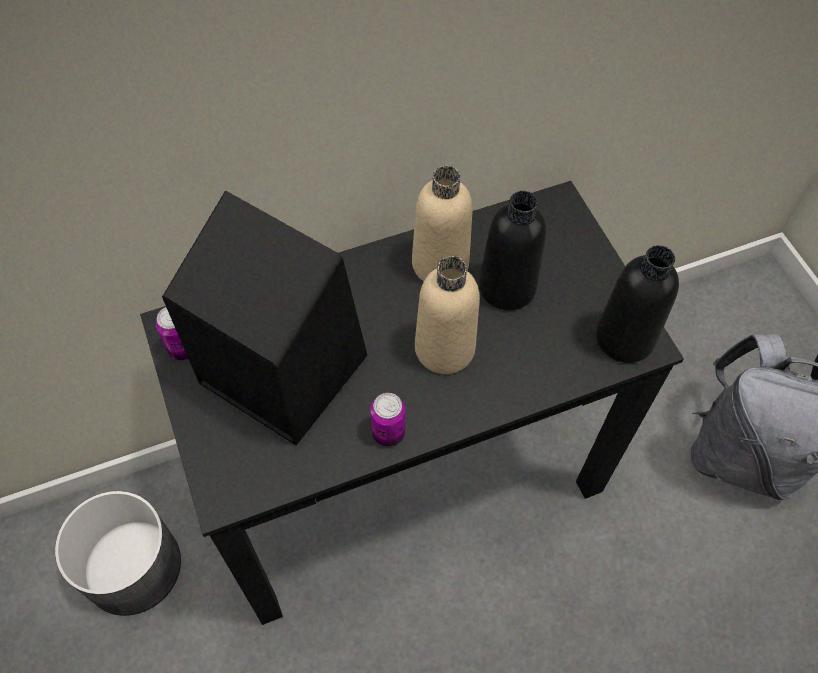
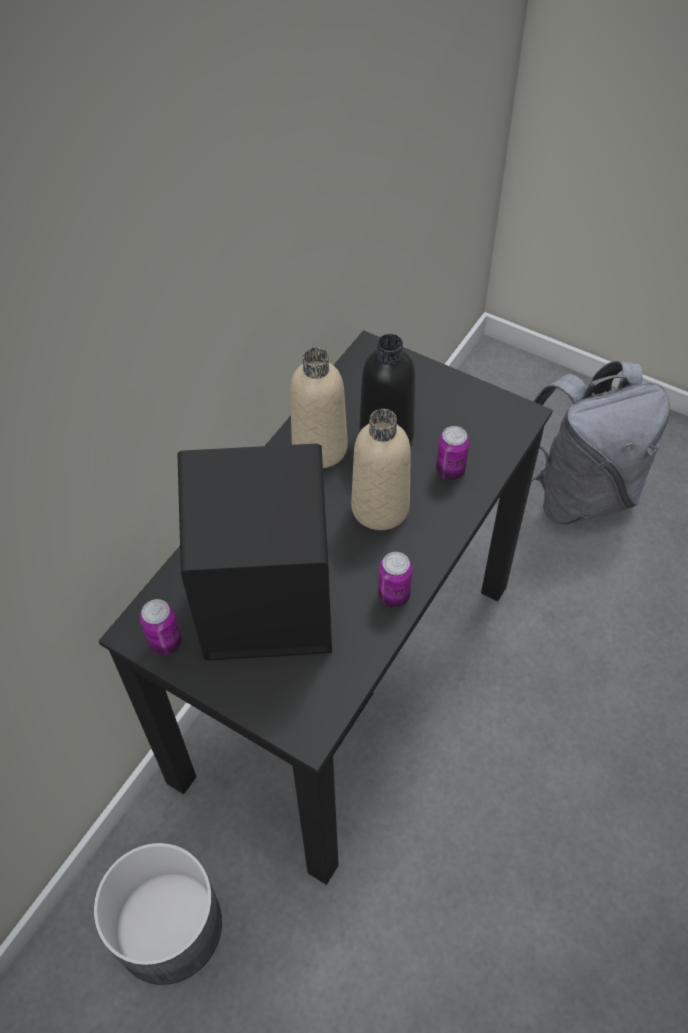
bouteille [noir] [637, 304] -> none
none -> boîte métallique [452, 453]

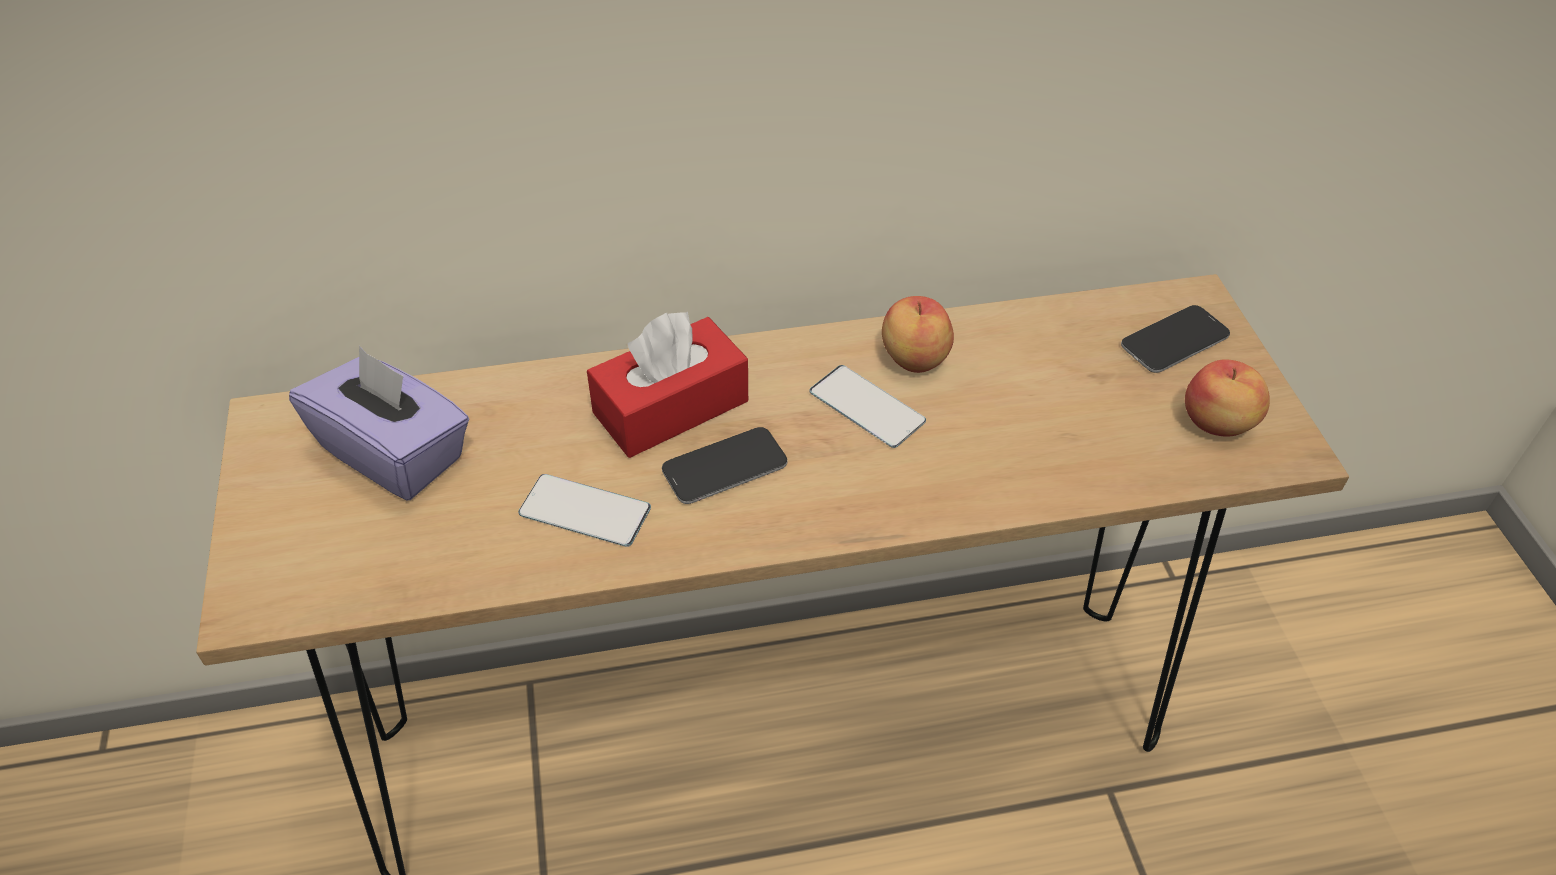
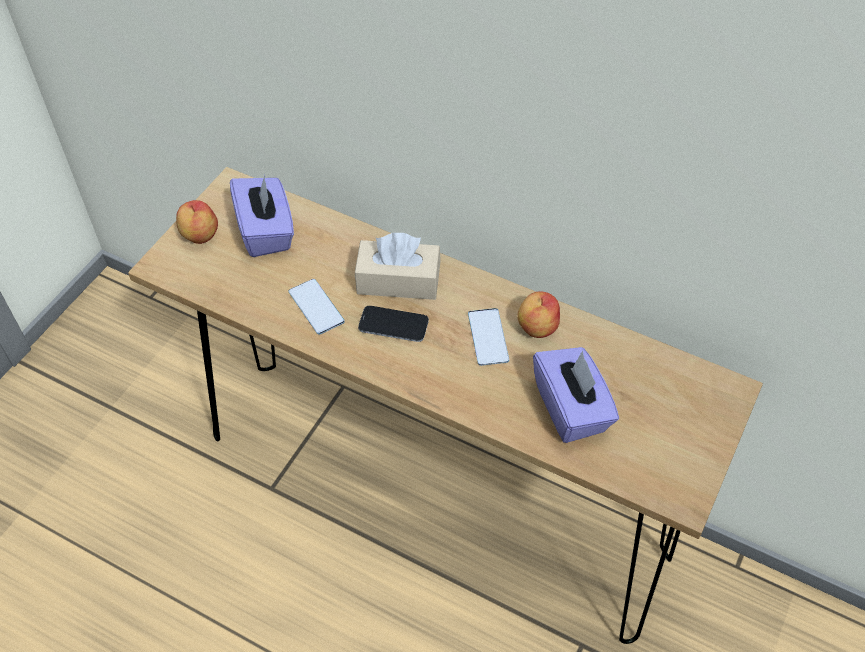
téléphone [1175, 339] -> none
boîte à mouchoirs [rouge] [667, 384] -> boîte à mouchoirs [beige] [398, 266]
pomme [1227, 398] -> pomme [197, 222], move
none -> boîte à mouchoirs [violet] [576, 395]

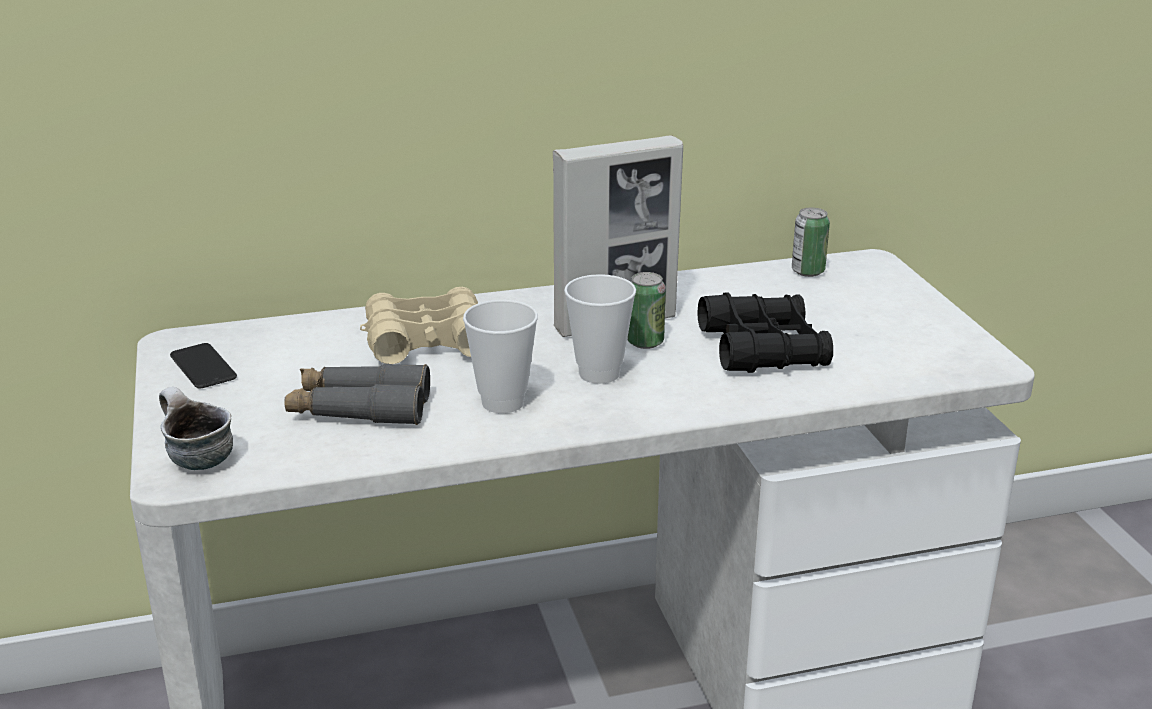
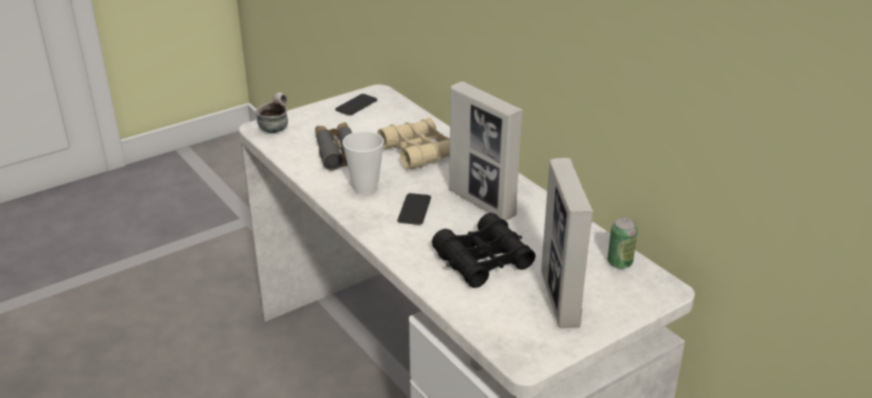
boîte métallique [646, 310] -> none
tasse [600, 329] -> téléphone [414, 209]
none -> cadre photo [567, 243]

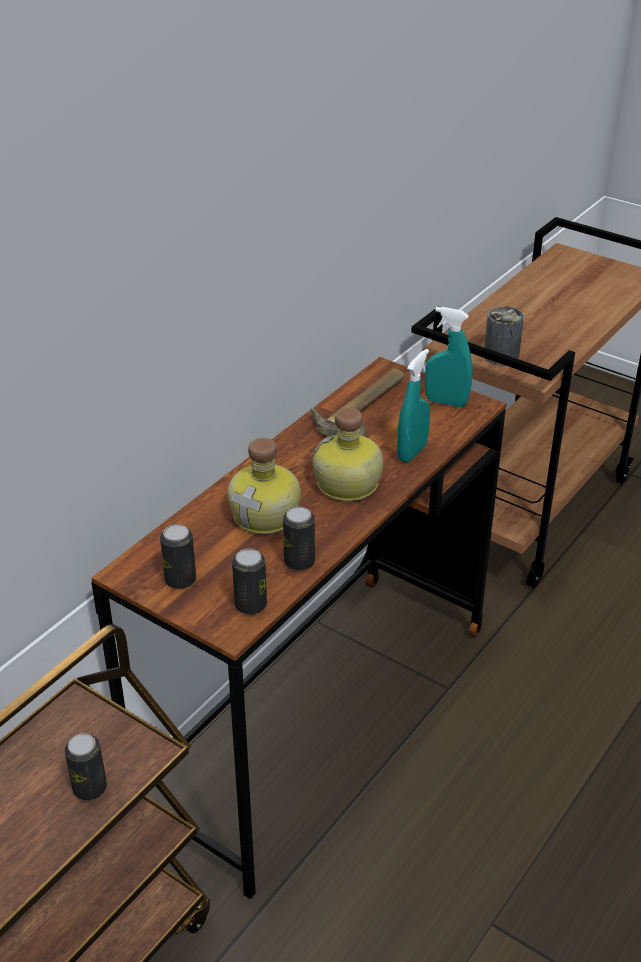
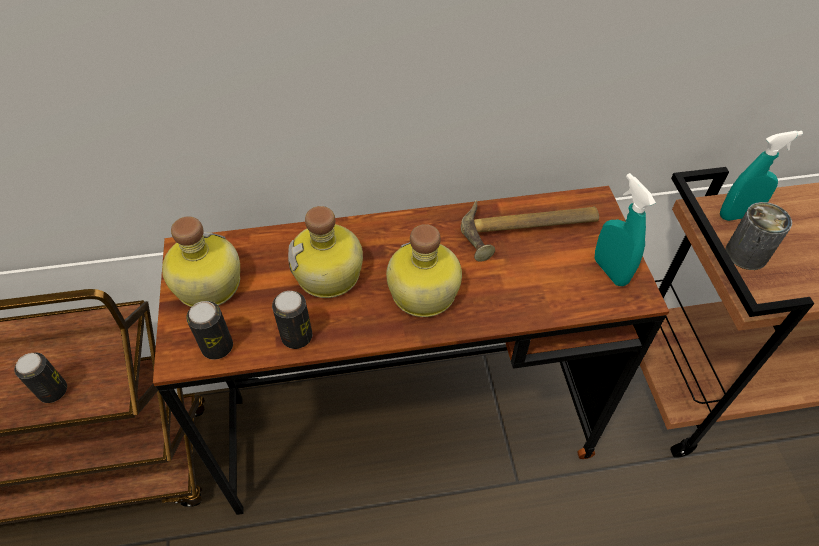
vaporisateur [turquoise] [413, 406] -> vaporisateur [turquoise] [761, 176], move
boîte métallique [178, 556] -> bouteille [201, 261]

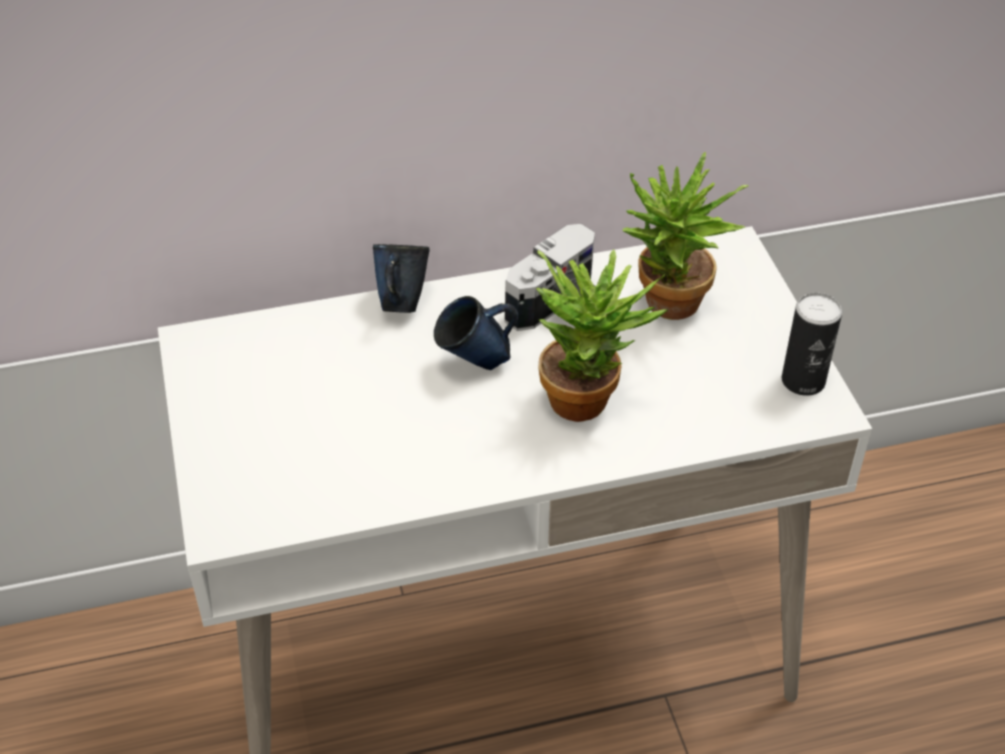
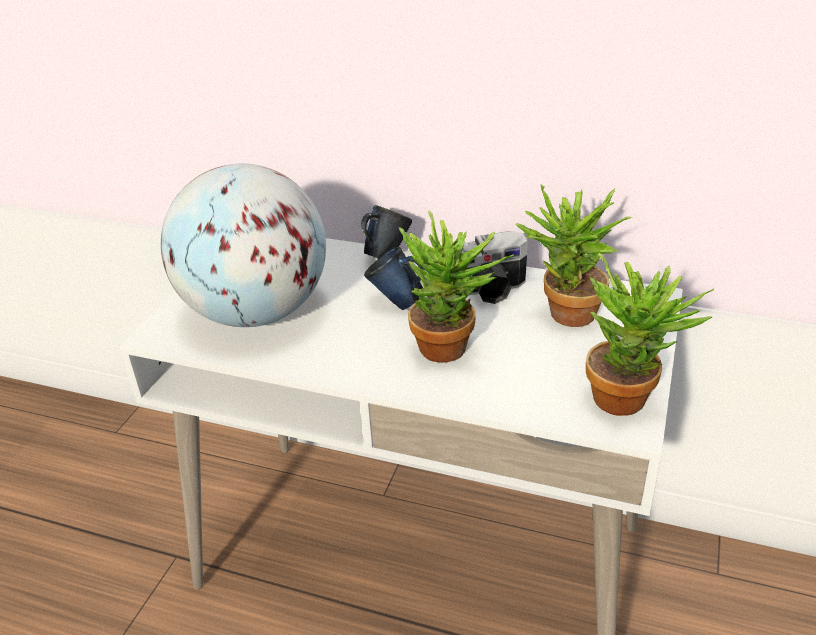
boîte métallique [812, 344] -> plante en pot [650, 334]
none -> globe [243, 245]

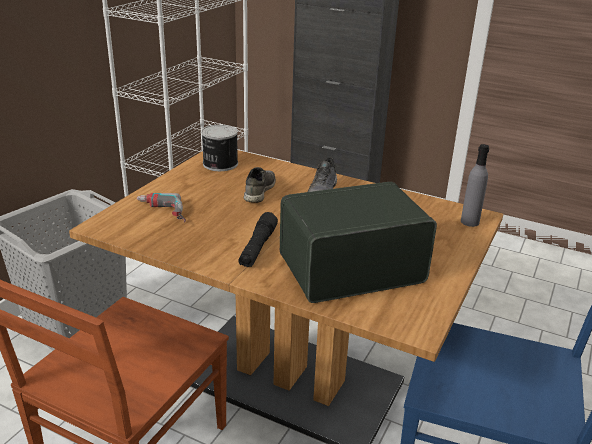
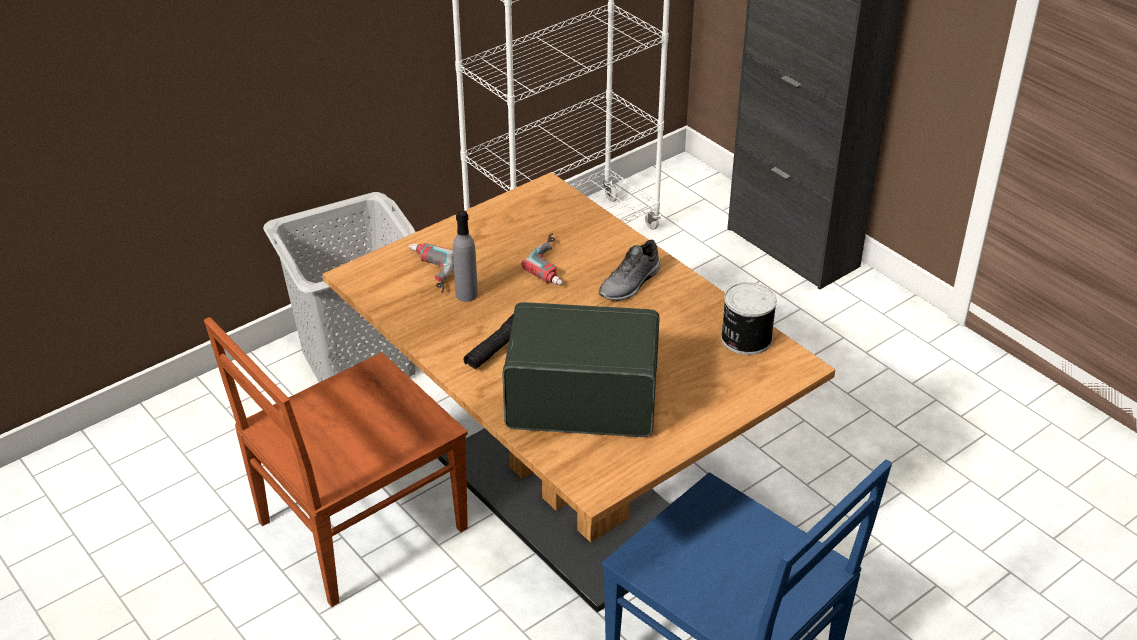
boîte métallique [219, 147] -> boîte métallique [749, 318], move
bouteille [gris] [475, 185] -> bouteille [gris] [465, 256], move
chaussure [gris] [260, 185] -> perceuse [542, 259]

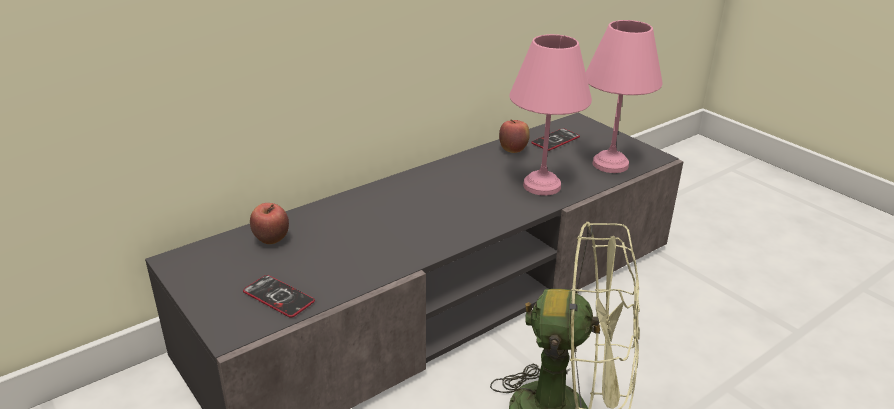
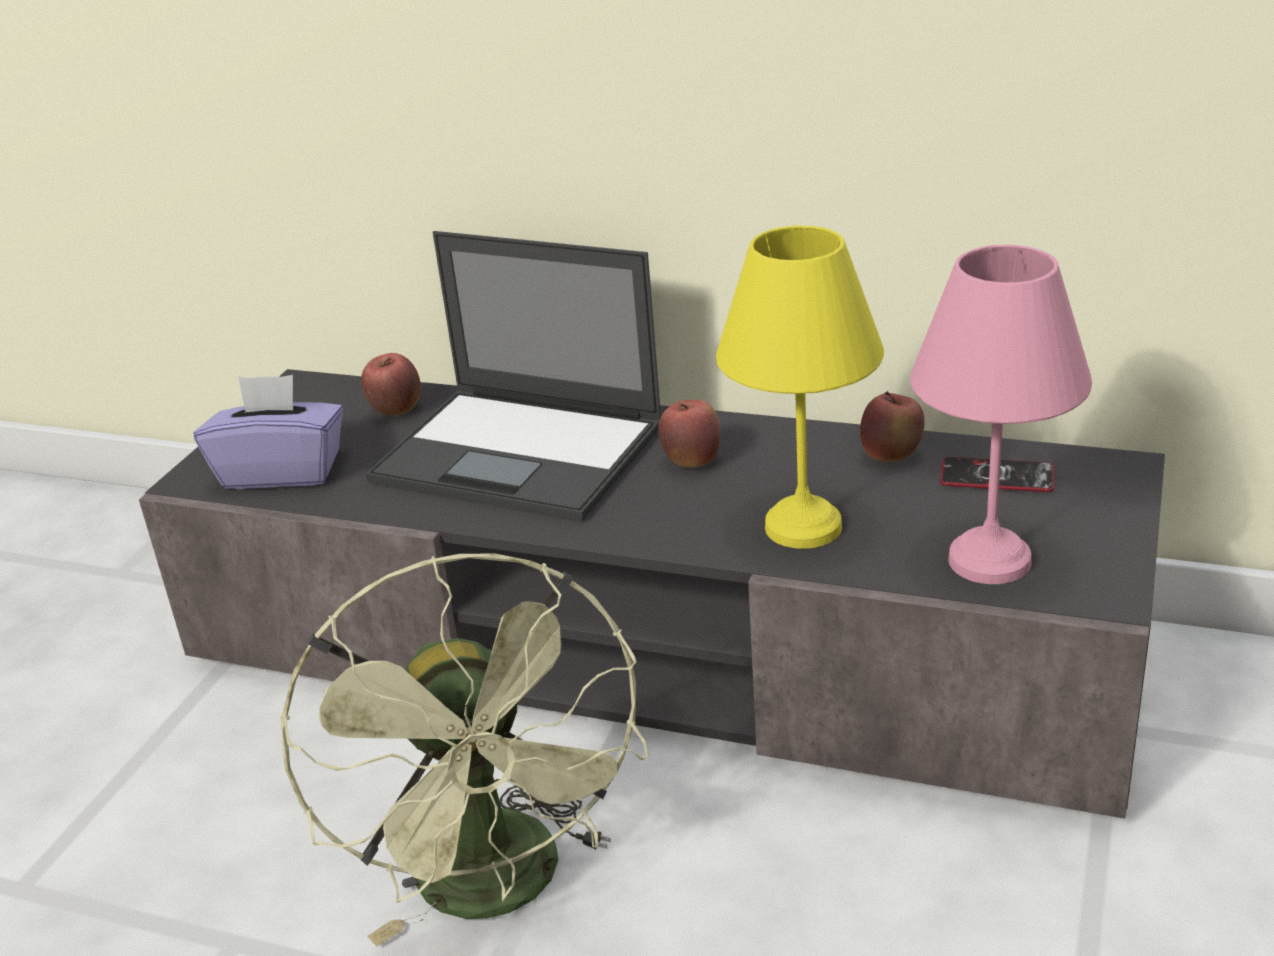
lampe de table [rose] [550, 115] -> lampe de table [jaune] [800, 387]
téléphone [279, 296] -> boîte à mouchoirs [violet] [268, 432]
none -> ordinateur portable [513, 376]
none -> pomme [689, 434]

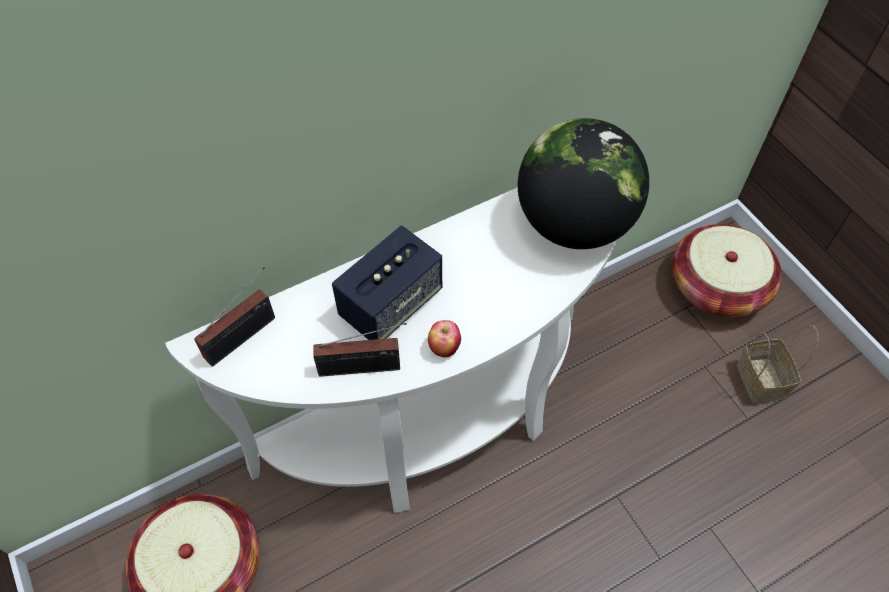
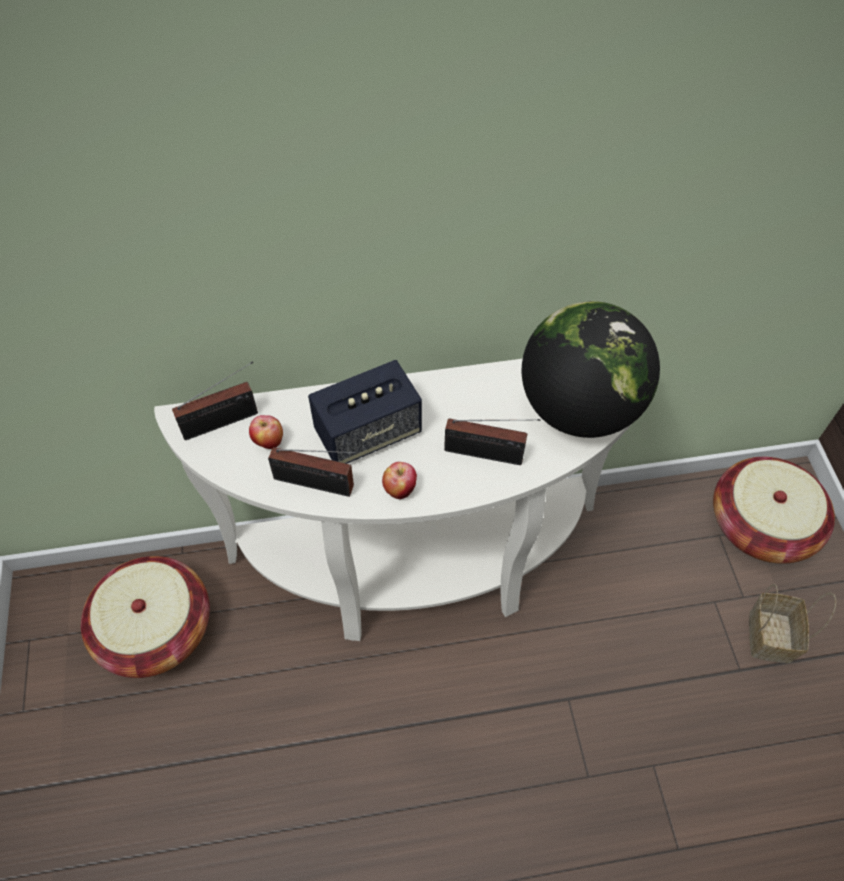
none -> pomme [266, 432]
none -> radio [492, 442]

